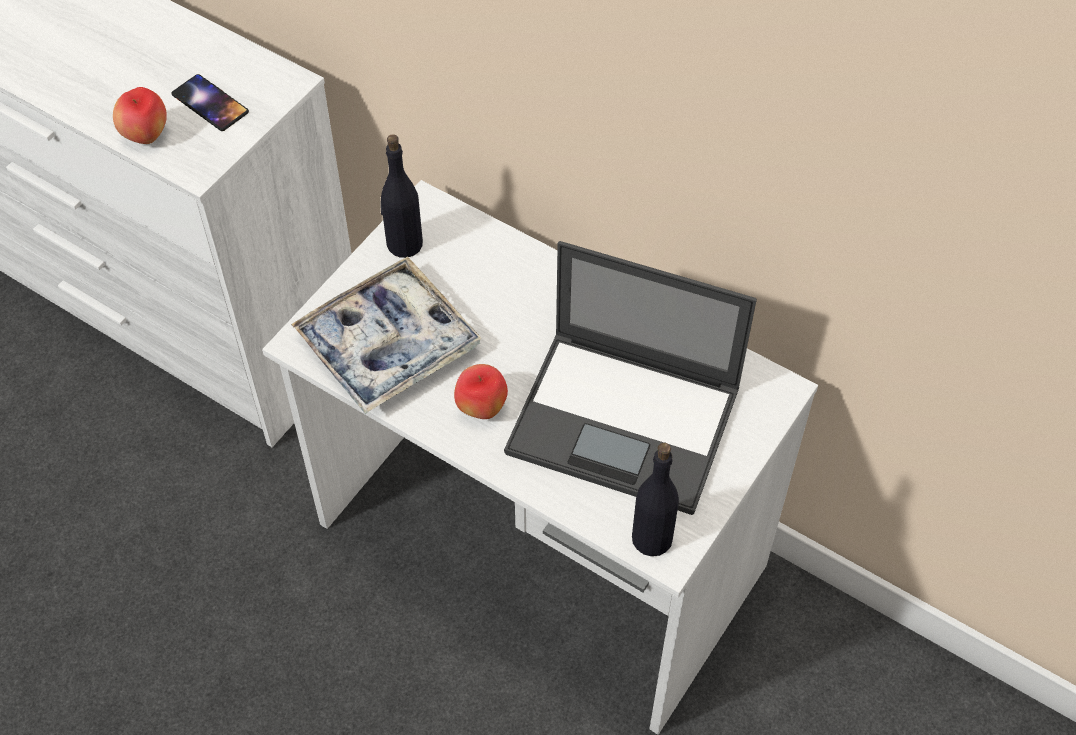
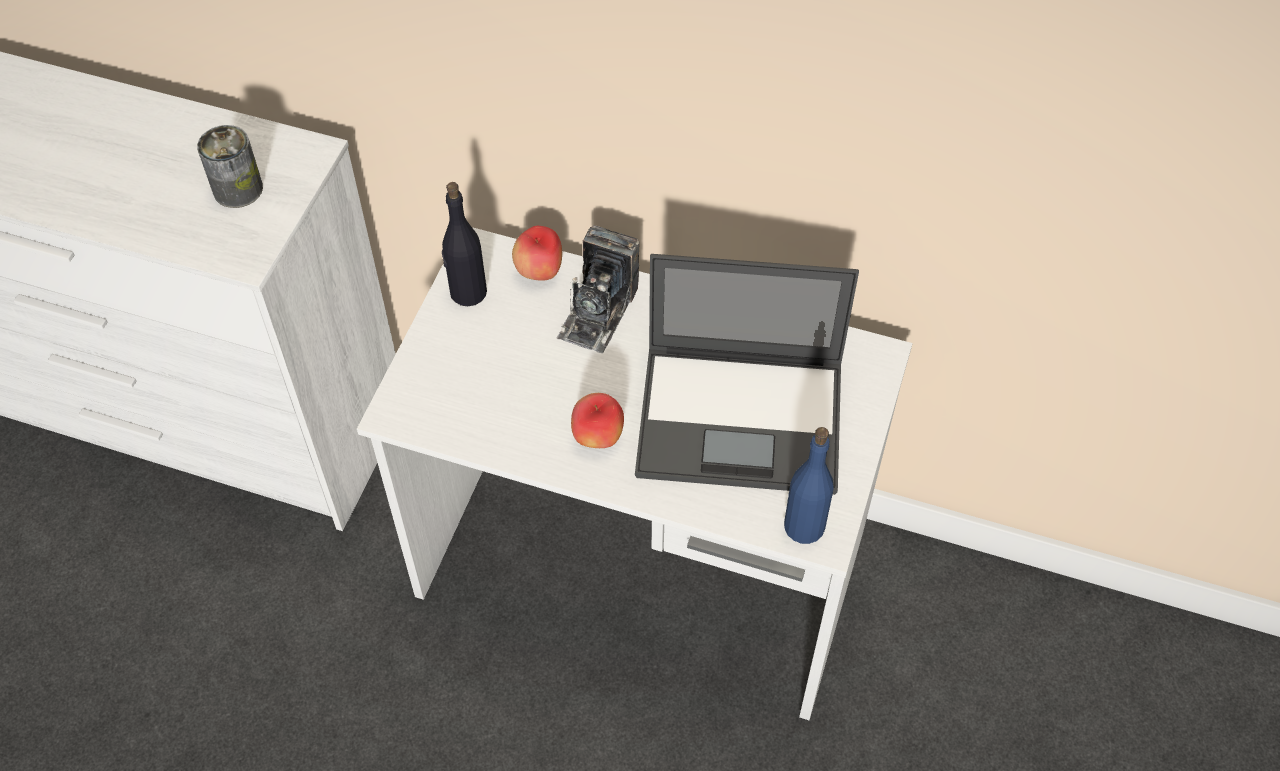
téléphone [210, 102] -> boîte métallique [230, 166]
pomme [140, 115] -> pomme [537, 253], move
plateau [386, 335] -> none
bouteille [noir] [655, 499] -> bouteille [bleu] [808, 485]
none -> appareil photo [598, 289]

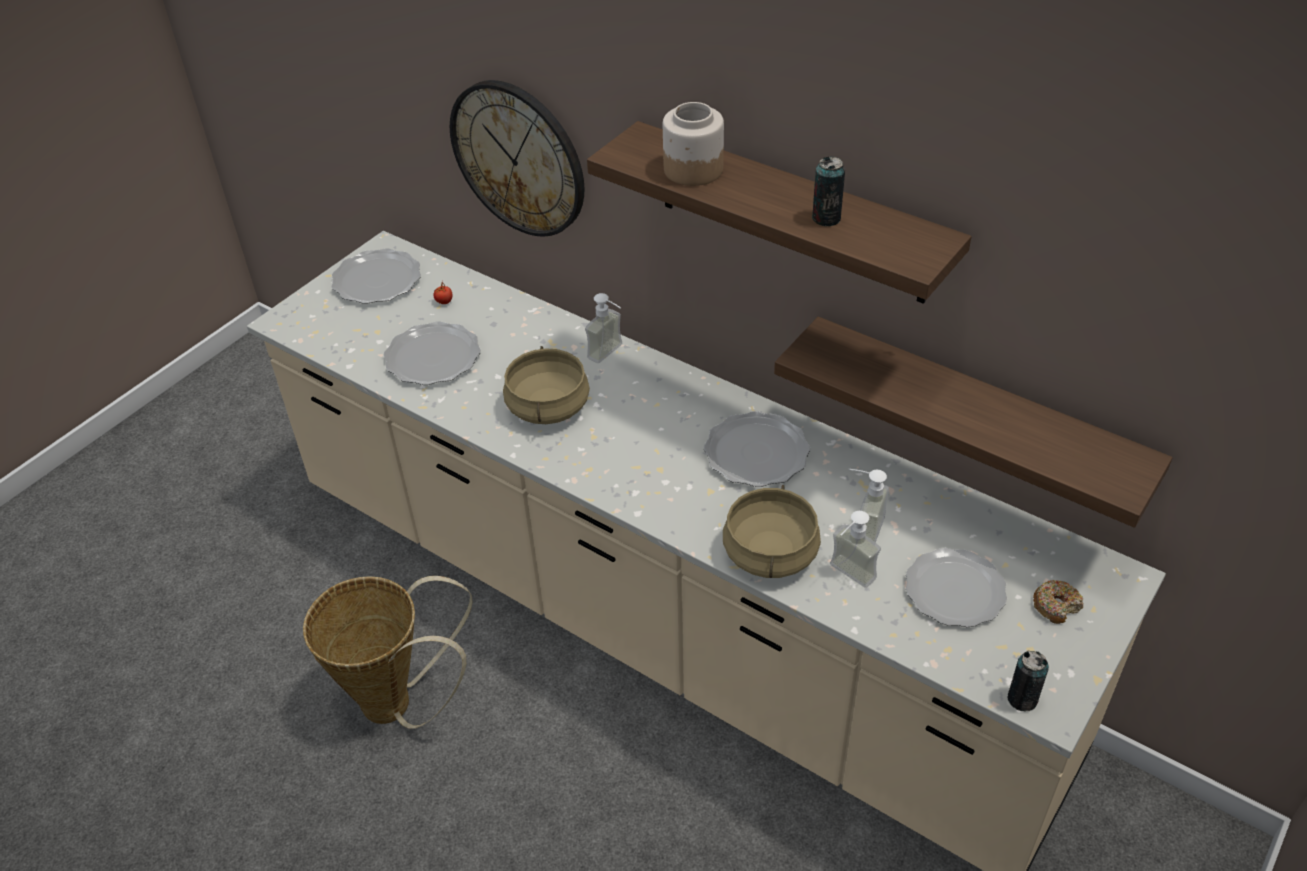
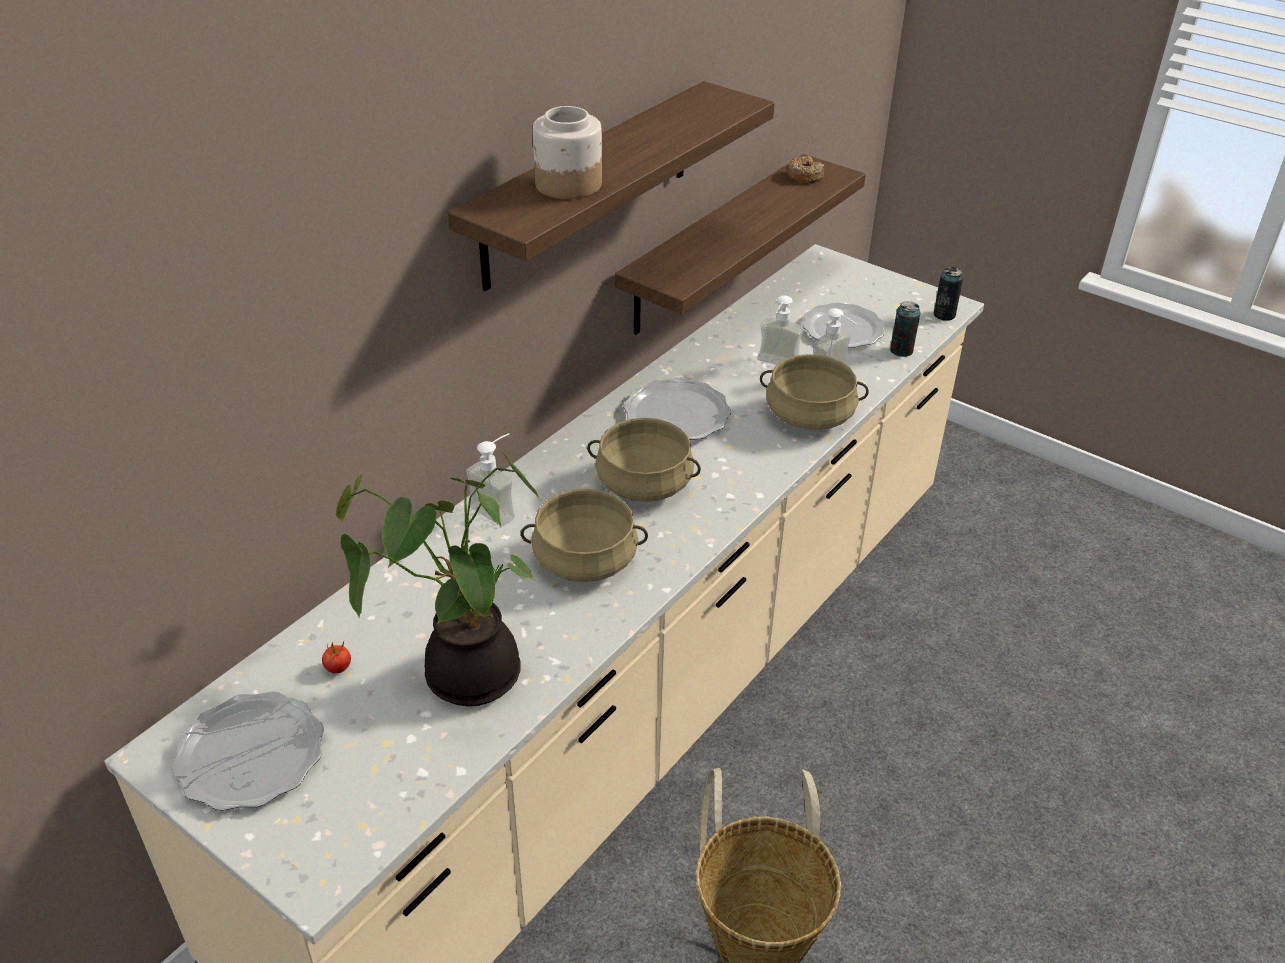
horloge murale [517, 158] -> none
boîte métallique [828, 191] -> boîte métallique [905, 329], move
assiette [432, 353] -> plante en pot [438, 578]
beignet [1058, 602] -> beignet [805, 170], move
none -> marmite [beige] [644, 460]

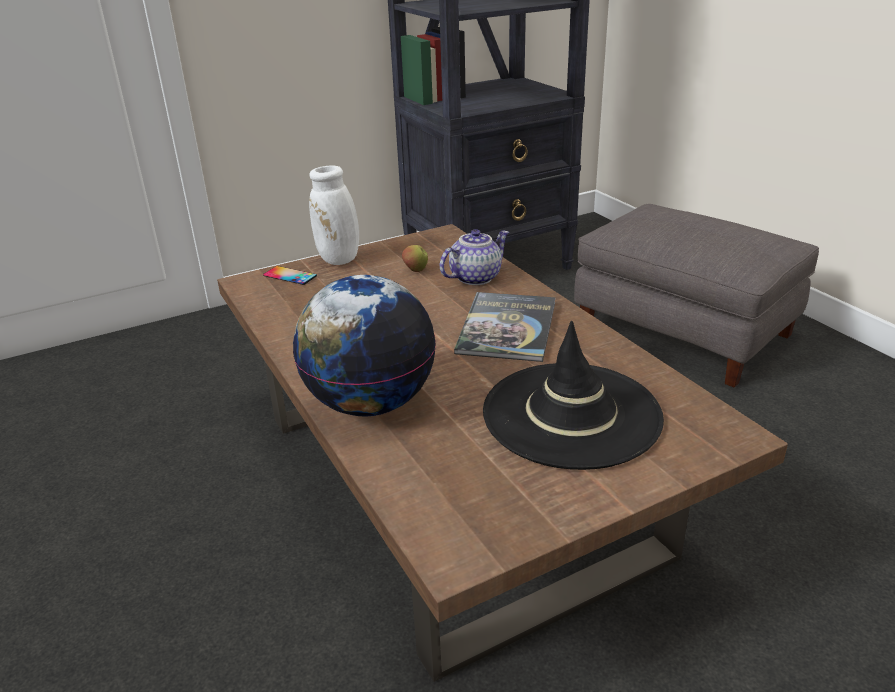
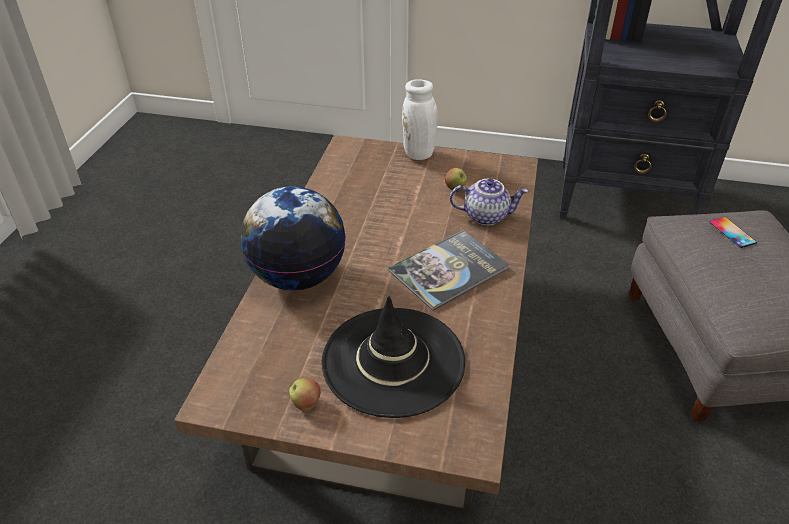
téléphone [290, 275] -> téléphone [733, 232], move
none -> pomme [305, 394]

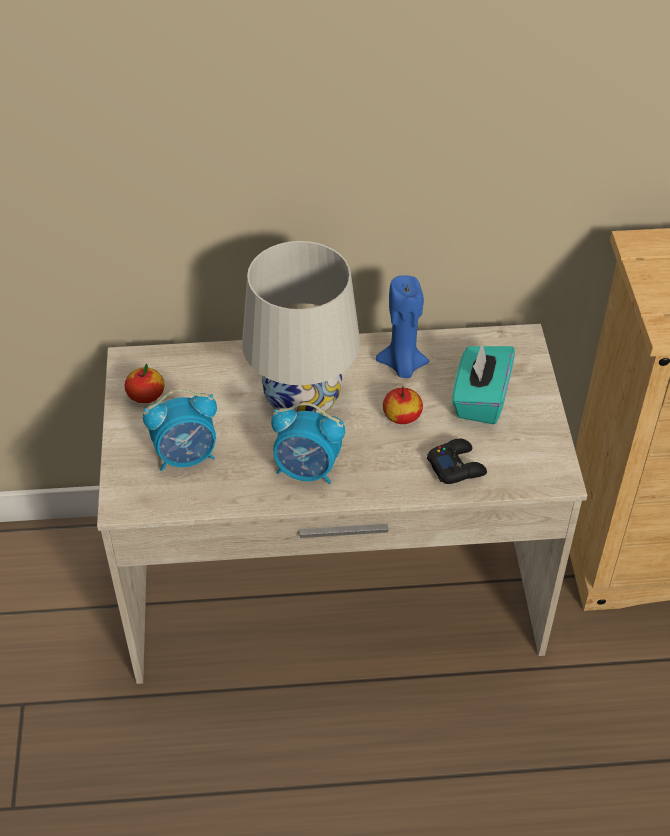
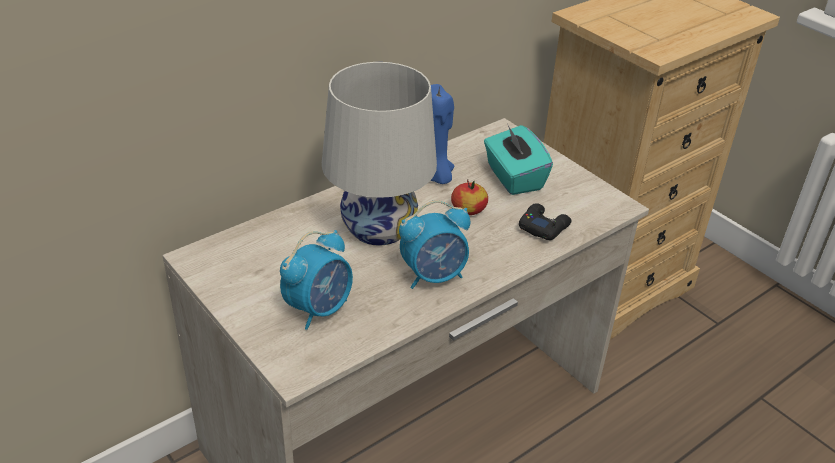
pomme [144, 383] -> none

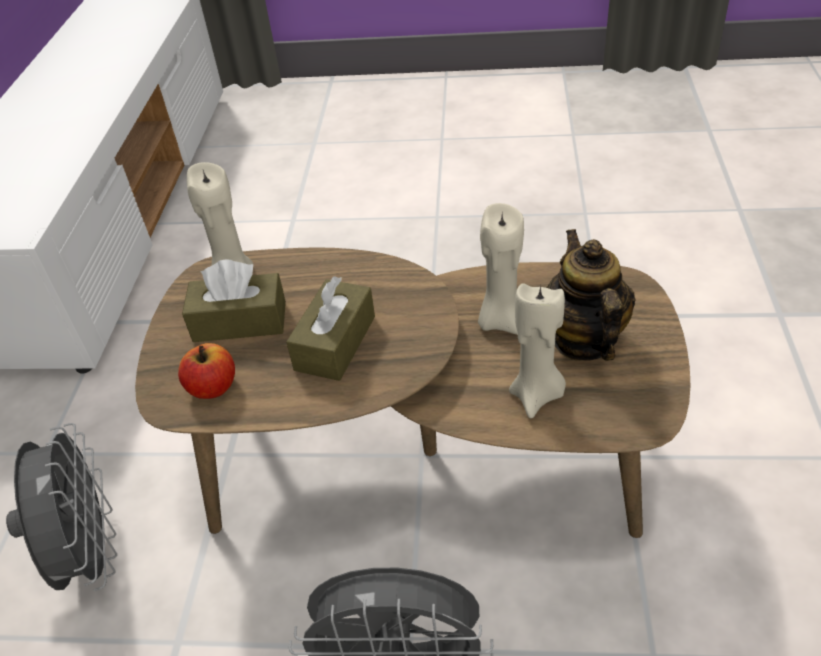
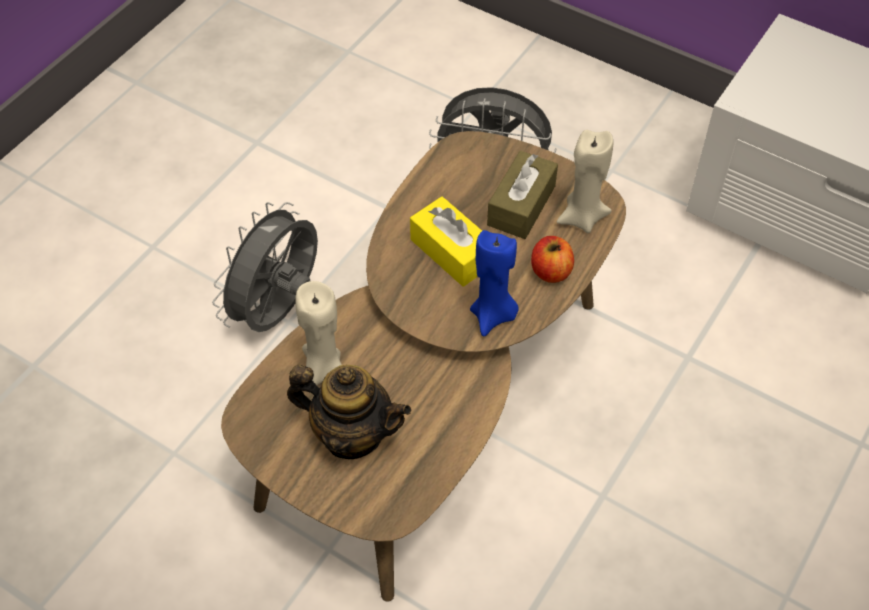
bougie [beige] [501, 269] -> none
boîte à mouchoirs [marron] [330, 328] -> boîte à mouchoirs [jaune] [446, 241]
pomme [206, 371] -> pomme [552, 259], move
none -> bougie [bleu] [494, 283]

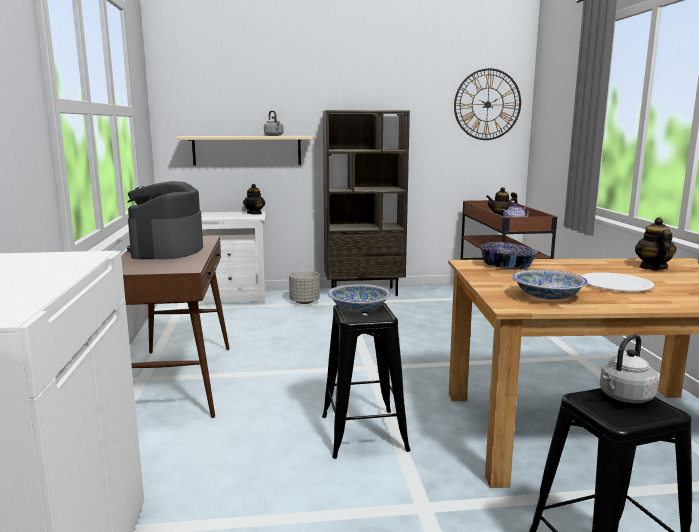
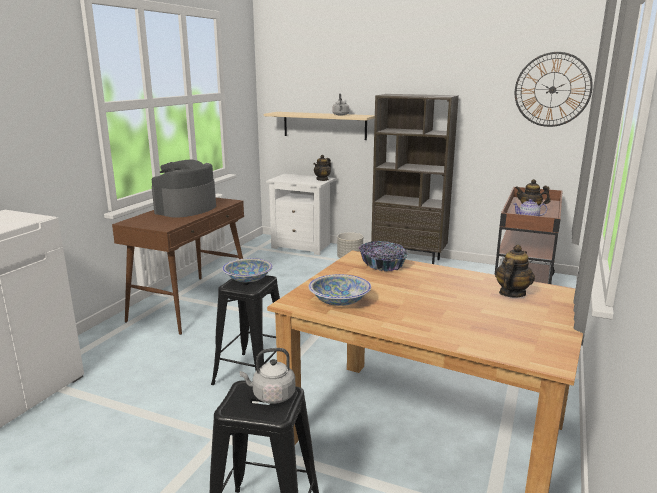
assiette [blanc] [618, 281] -> none

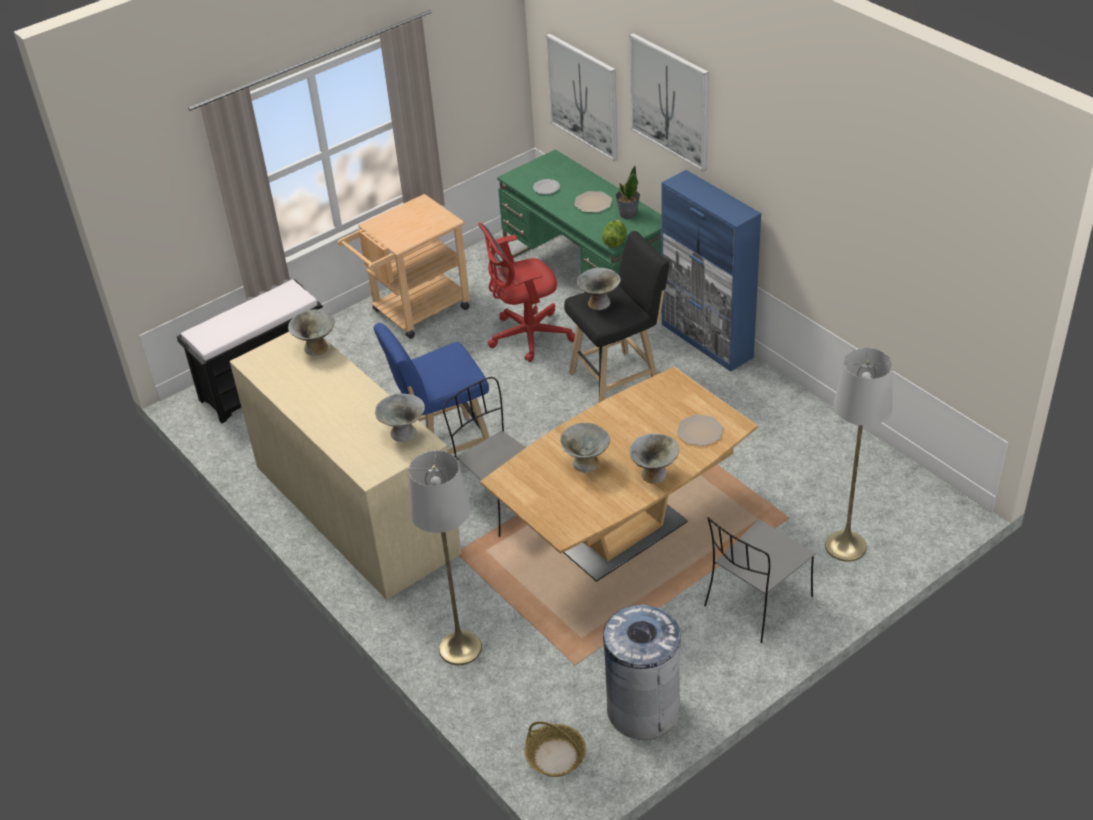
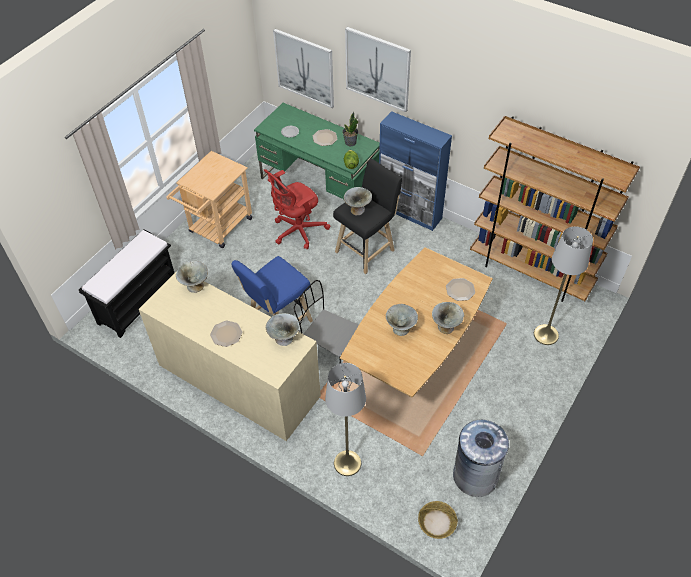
chaise [gris] [759, 580] -> none
none -> bibliothèque [marron] [555, 209]
none -> assiette [226, 334]

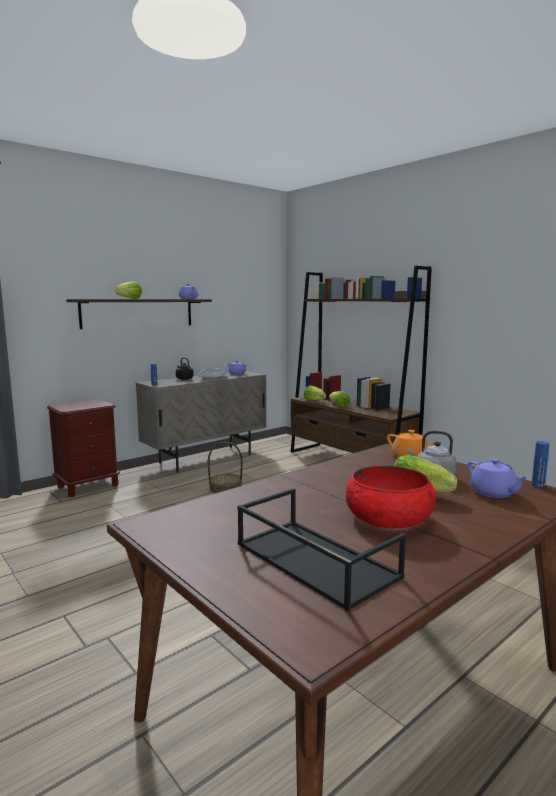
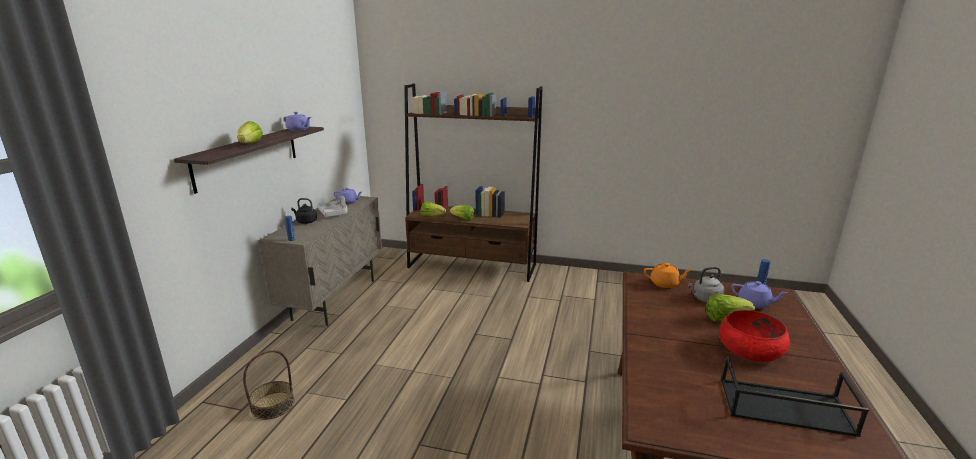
table de chevet [marron] [83, 448] -> none
panier [225, 468] -> panier [269, 385], move

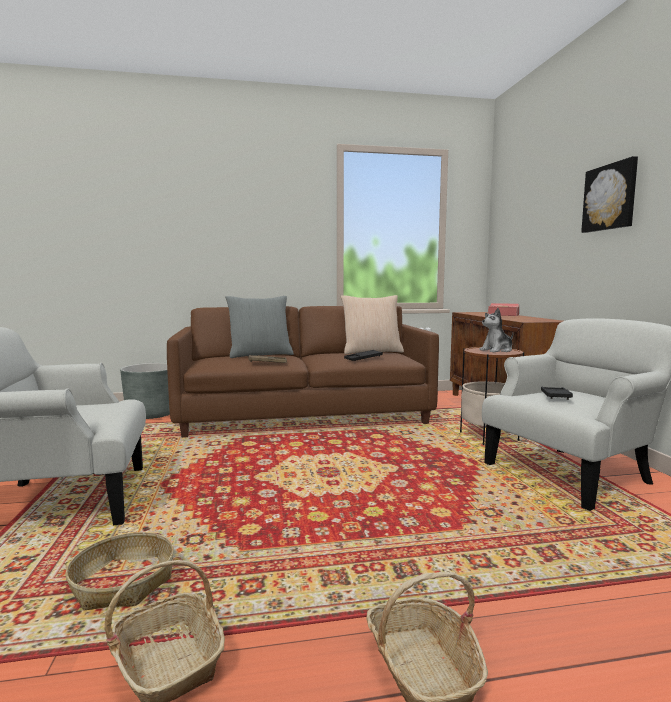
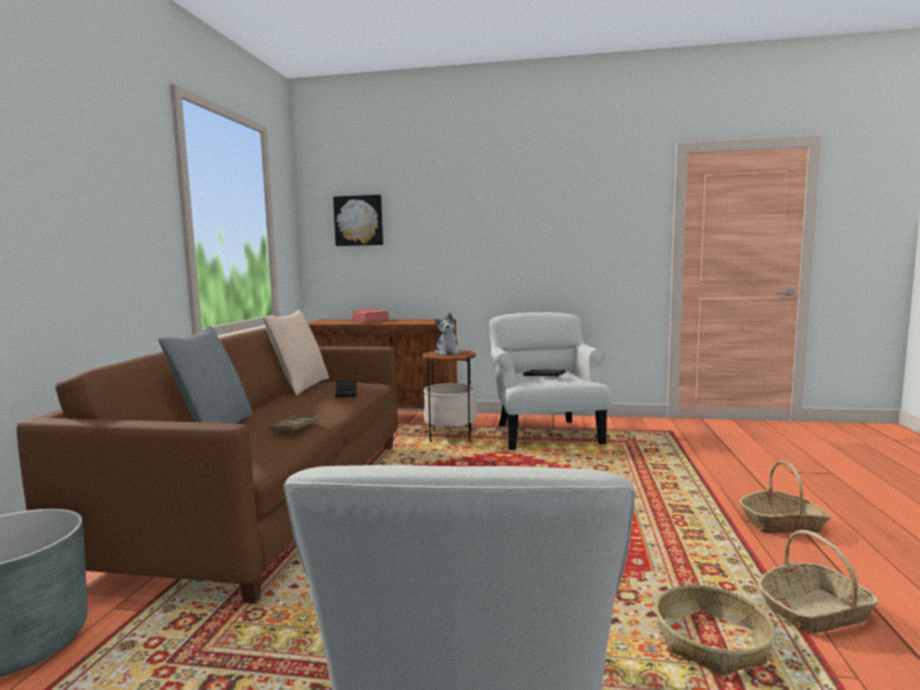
tableau [609, 194] -> tableau [358, 220], move

